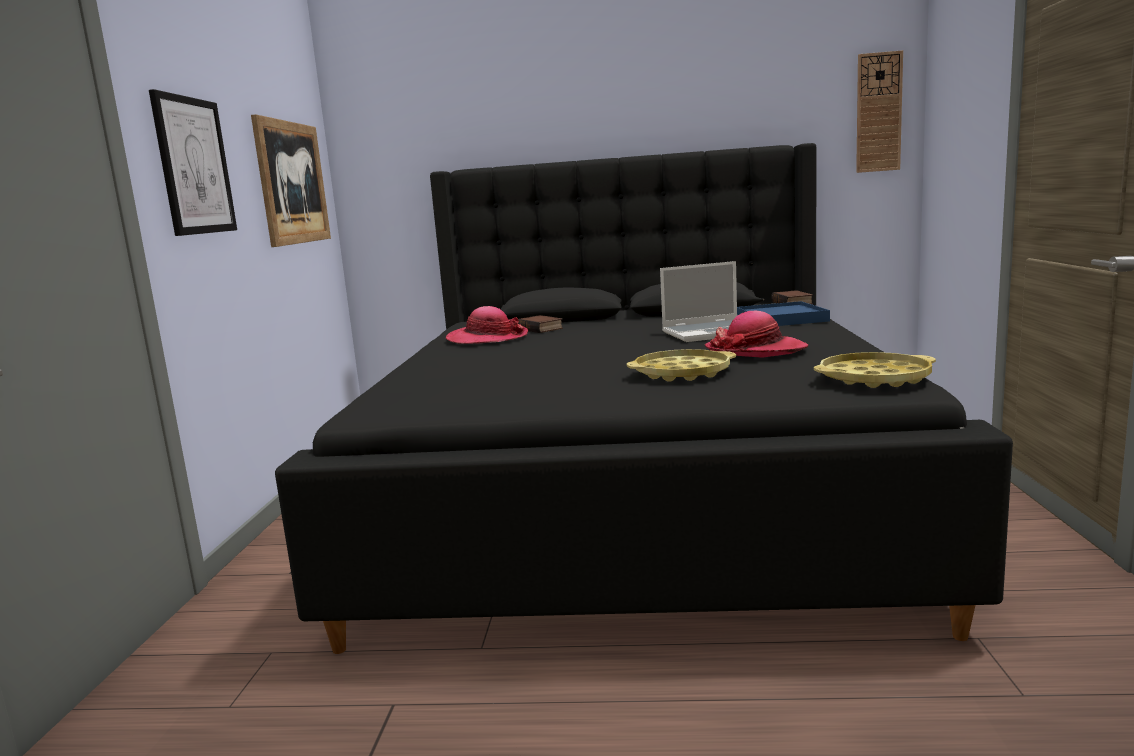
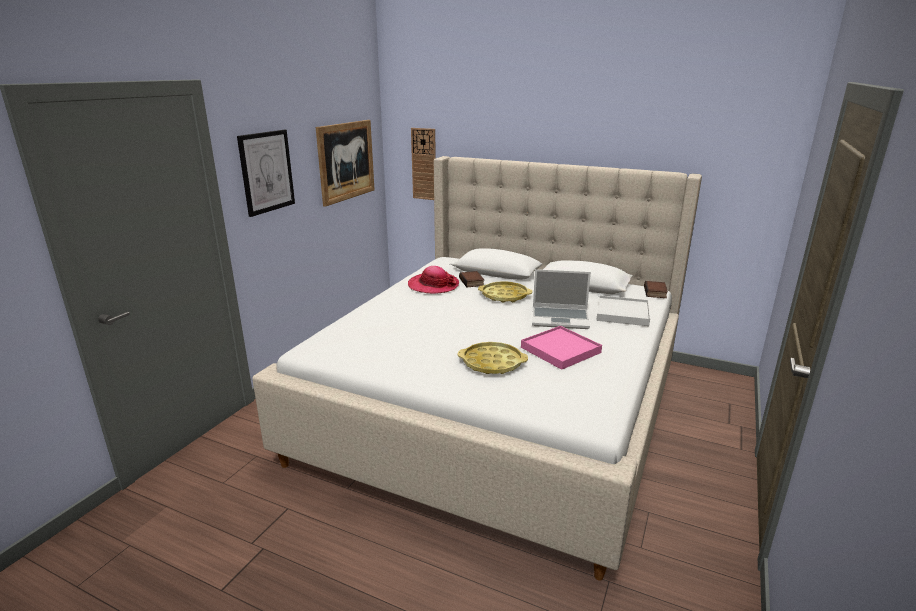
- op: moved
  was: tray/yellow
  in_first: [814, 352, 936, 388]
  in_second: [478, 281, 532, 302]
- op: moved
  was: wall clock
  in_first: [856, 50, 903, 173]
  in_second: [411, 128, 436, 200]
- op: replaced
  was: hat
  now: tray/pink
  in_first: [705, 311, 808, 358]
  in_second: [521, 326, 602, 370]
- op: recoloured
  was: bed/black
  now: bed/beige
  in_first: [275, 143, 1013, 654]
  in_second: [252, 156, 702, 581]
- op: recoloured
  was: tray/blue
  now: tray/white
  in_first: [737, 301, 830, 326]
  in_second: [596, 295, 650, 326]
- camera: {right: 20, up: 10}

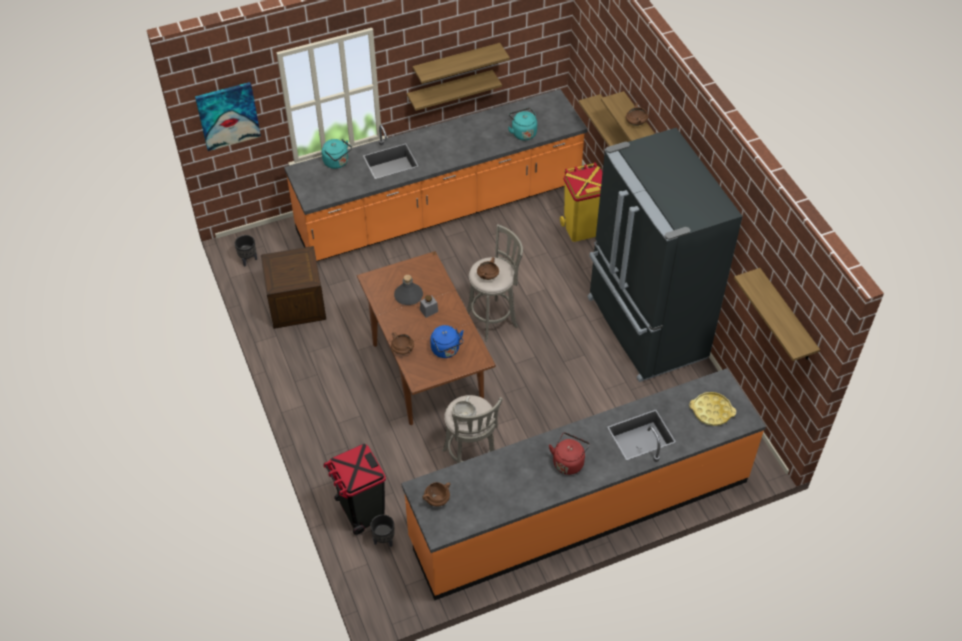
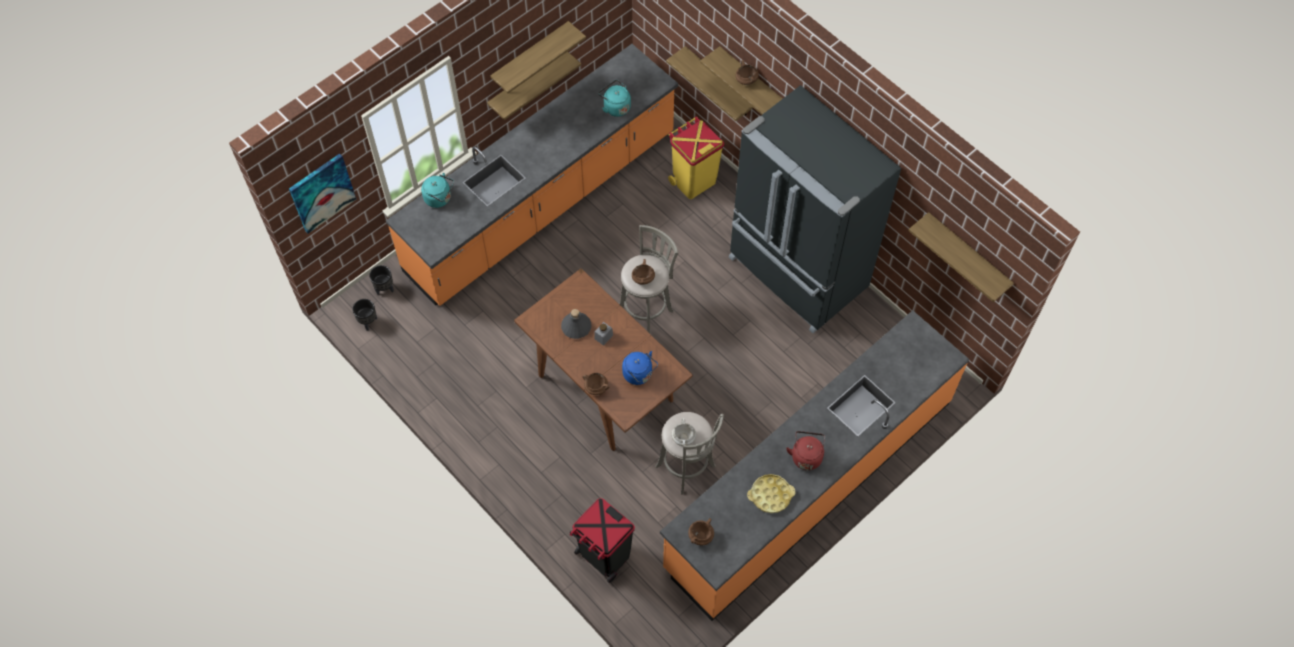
- op: removed
  was: crate
  in_first: [261, 246, 326, 329]
- op: moved
  was: planter/black
  in_first: [370, 515, 394, 547]
  in_second: [369, 265, 394, 295]
- op: moved
  was: tray/yellow
  in_first: [689, 392, 736, 426]
  in_second: [747, 474, 795, 513]
- camera: {right: -20, up: 10}

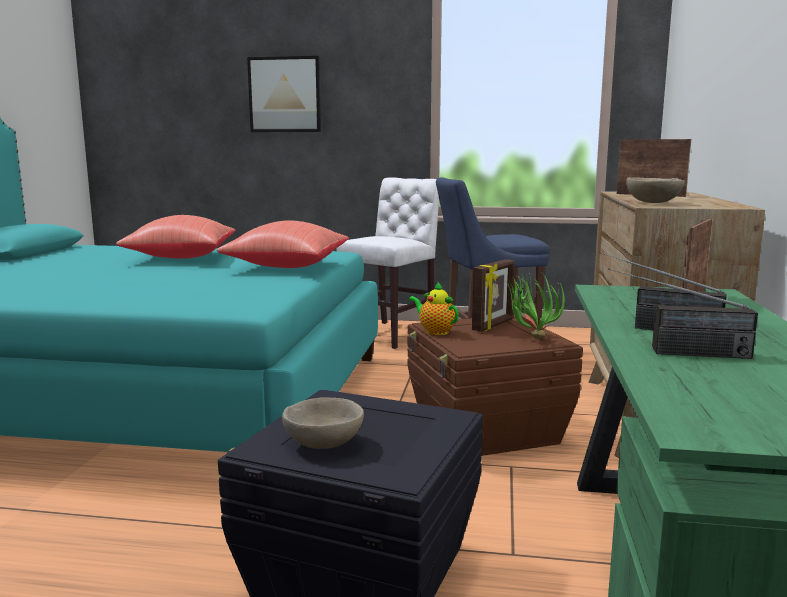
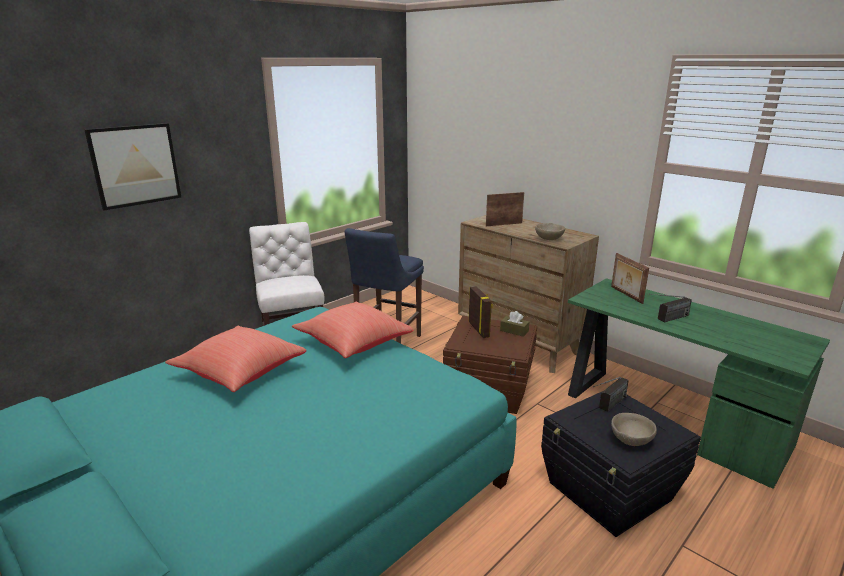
- op: removed
  was: teapot
  in_first: [409, 281, 459, 335]
- op: moved
  was: radio
  in_first: [608, 268, 758, 359]
  in_second: [593, 377, 629, 412]
- op: replaced
  was: potted plant
  now: tissue box/brown
  in_first: [507, 274, 565, 339]
  in_second: [500, 311, 529, 337]
- camera: {right: -55, up: 10}

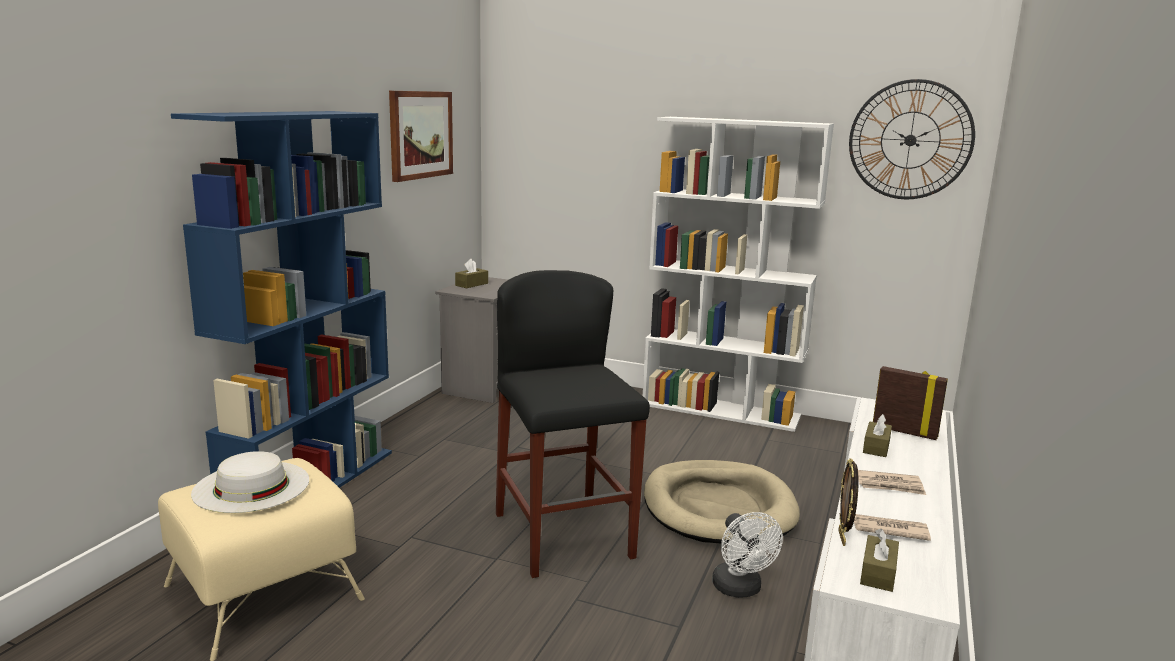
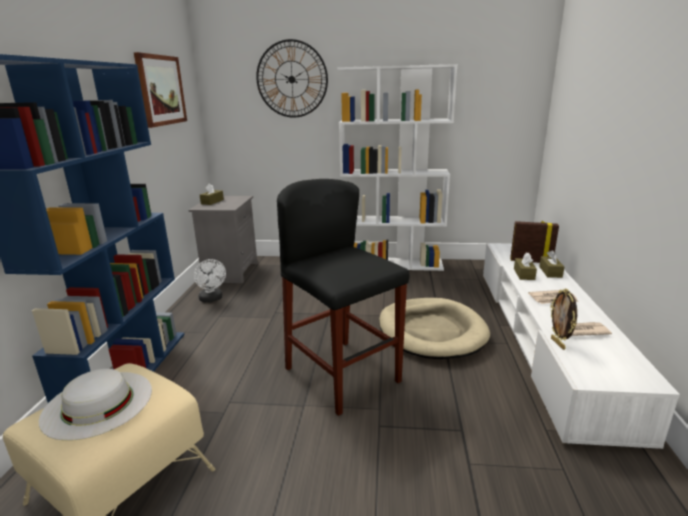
- op: moved
  was: fan/white
  in_first: [712, 512, 783, 598]
  in_second: [194, 259, 226, 303]
- op: moved
  was: wall clock
  in_first: [849, 79, 975, 199]
  in_second: [256, 39, 328, 118]
- op: moved
  was: tissue box/brown
  in_first: [860, 529, 899, 592]
  in_second: [539, 250, 564, 278]
- camera: {right: -15, up: 5}

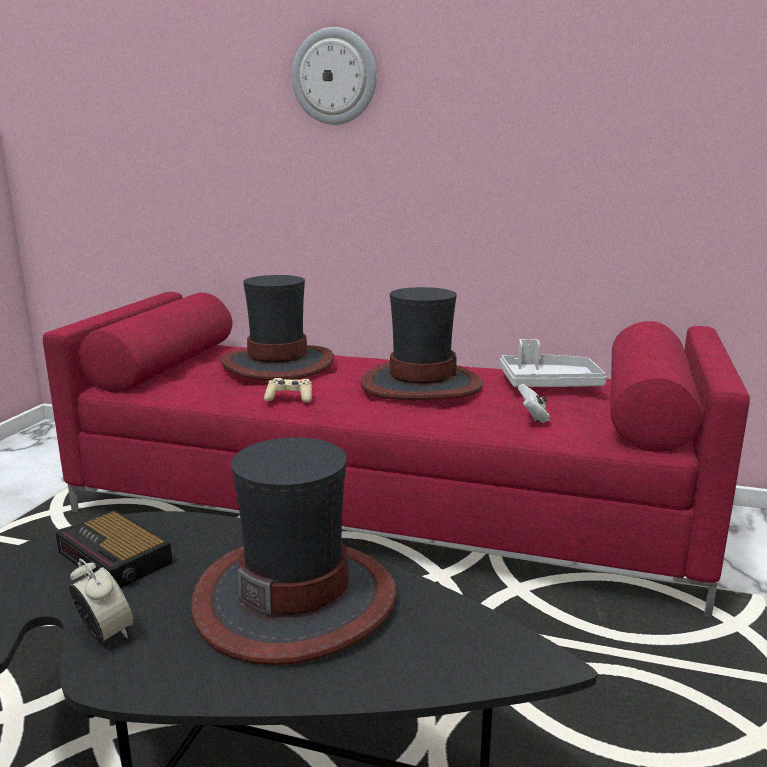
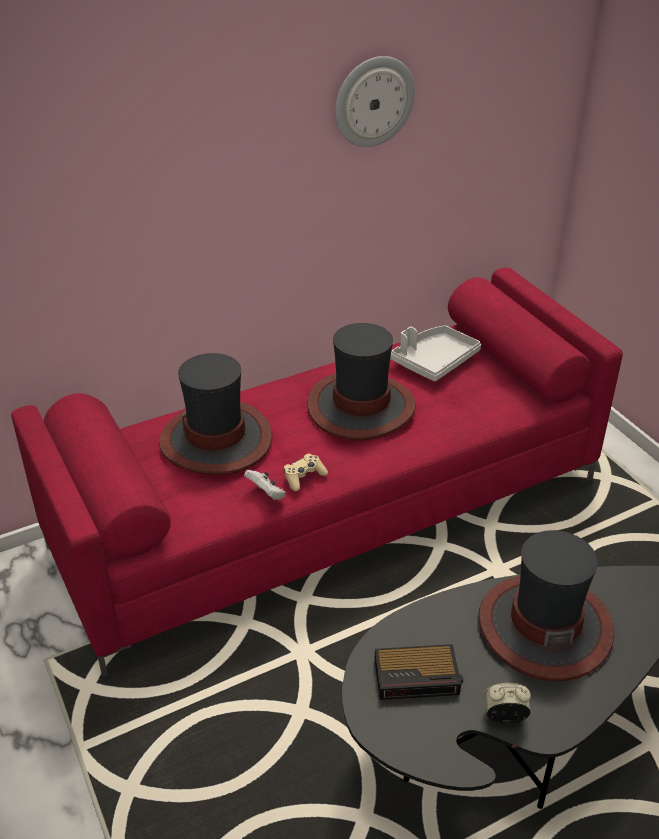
- op: moved
  was: wall clock
  in_first: [292, 27, 377, 125]
  in_second: [335, 56, 415, 147]
- op: moved
  was: game controller/white
  in_first: [518, 384, 550, 423]
  in_second: [244, 470, 286, 500]
- camera: {right: -45, up: 20}

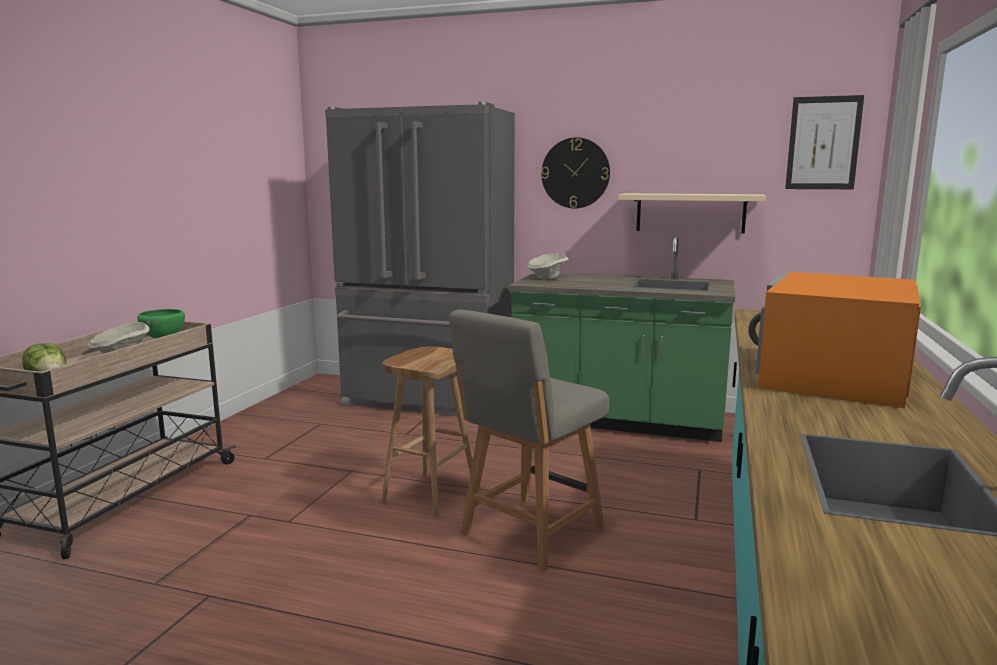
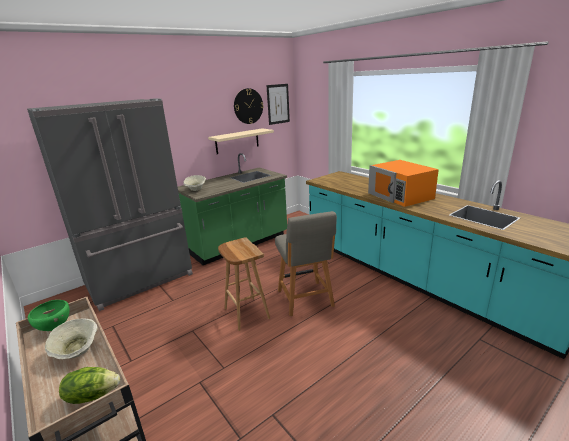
- op: moved
  was: wall clock
  in_first: [541, 137, 610, 208]
  in_second: [234, 88, 264, 124]
- camera: {right: -55, up: 10}

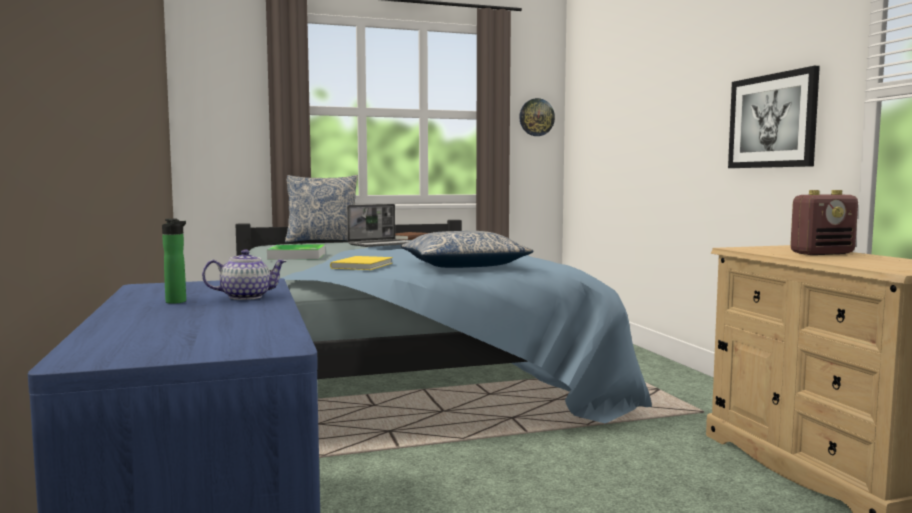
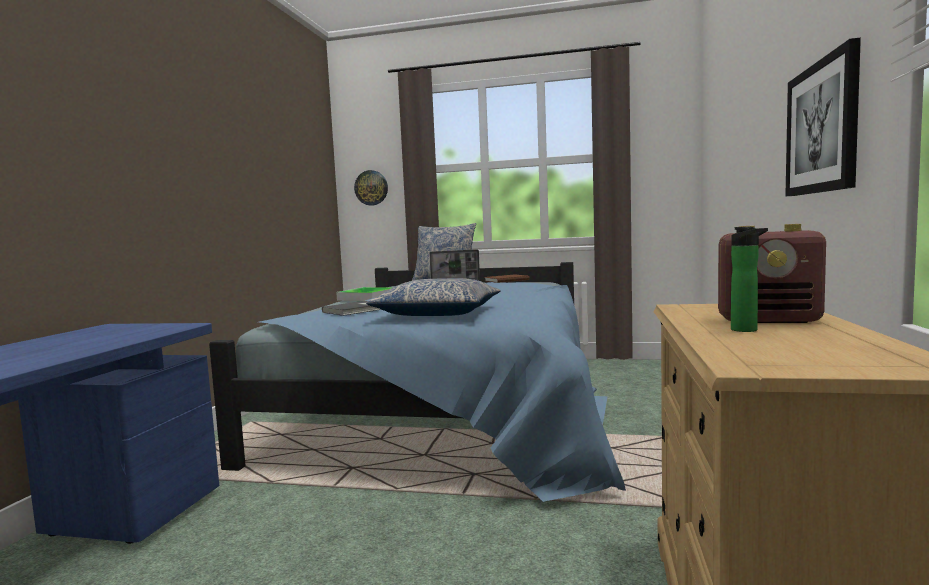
- op: removed
  was: teapot
  in_first: [202, 249, 287, 300]
- op: moved
  was: bottle
  in_first: [162, 218, 186, 304]
  in_second: [731, 227, 768, 332]
- op: moved
  was: wall clock
  in_first: [519, 98, 555, 136]
  in_second: [354, 170, 388, 206]
- op: recoloured
  was: book/yellow
  now: book/grey
  in_first: [330, 256, 393, 270]
  in_second: [322, 301, 382, 316]
- camera: {right: 30, up: 0}

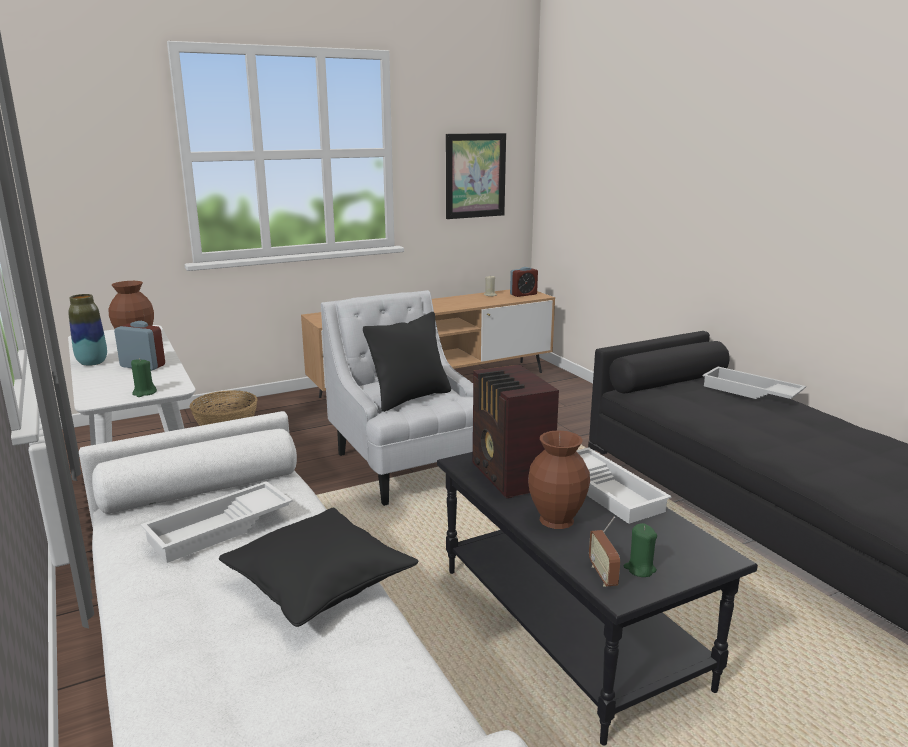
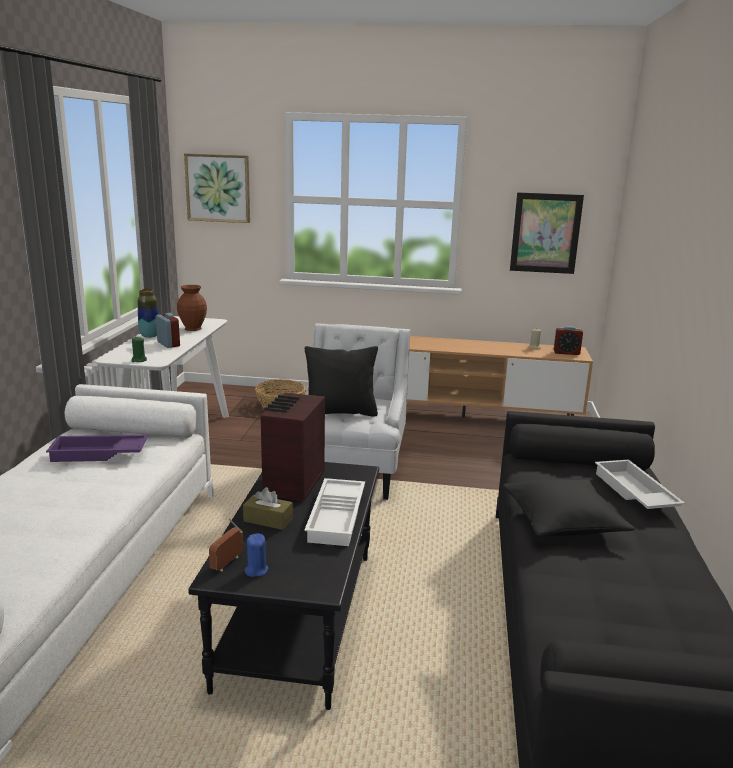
- op: added
  now: picture
  in_second: [184, 154, 250, 223]
- op: moved
  was: pillow/black
  in_first: [219, 508, 419, 627]
  in_second: [503, 479, 635, 536]
- op: replaced
  was: vase/brown
  now: tissue box/brown
  in_first: [528, 430, 590, 529]
  in_second: [243, 487, 293, 530]
- op: recoloured
  was: tray/white
  now: tray/purple
  in_first: [141, 481, 293, 563]
  in_second: [46, 435, 148, 462]
- op: recoloured
  was: candle/green
  now: candle/blue
  in_first: [624, 523, 657, 577]
  in_second: [245, 533, 268, 577]
- camera: {right: 35, up: 0}

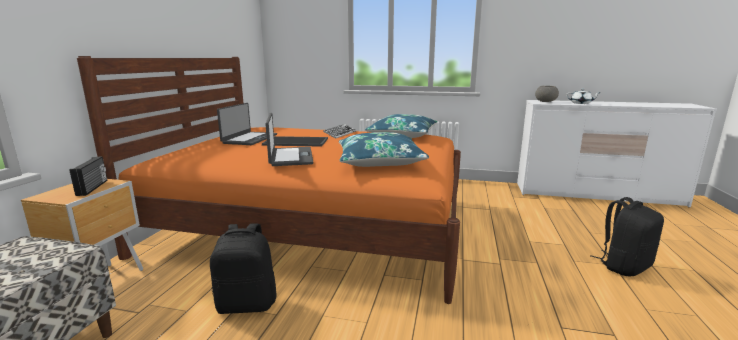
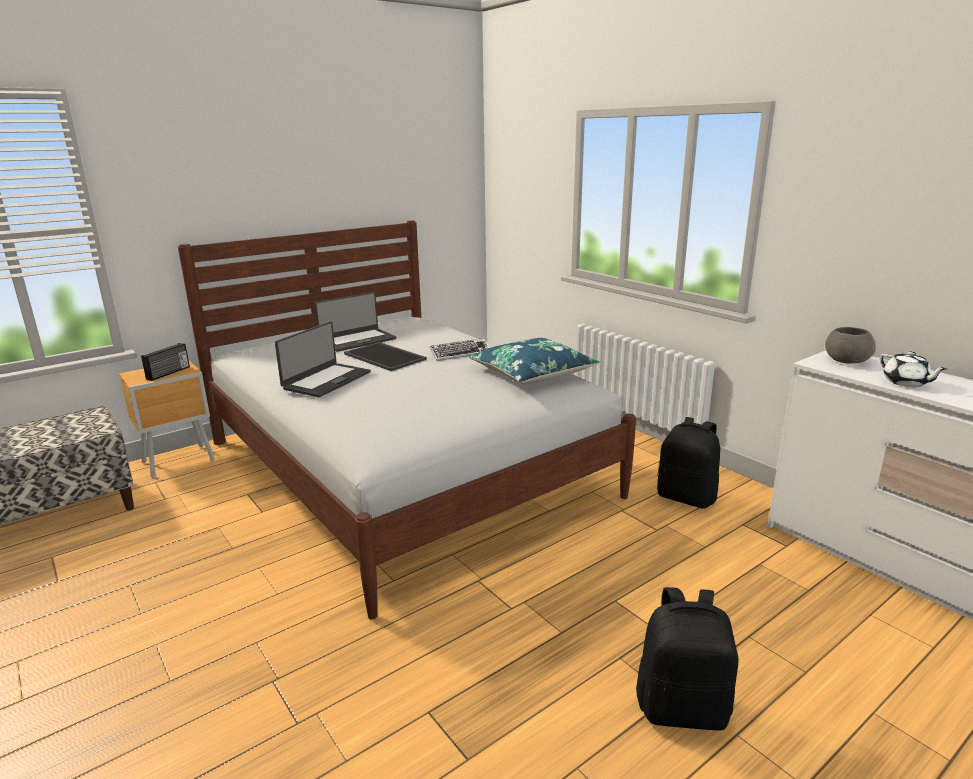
- op: removed
  was: pillow/blue
  in_first: [339, 132, 429, 167]
- op: moved
  was: backpack/black
  in_first: [210, 224, 277, 314]
  in_second: [657, 417, 720, 509]
- op: recoloured
  was: bed/orange
  now: bed/white
  in_first: [77, 56, 461, 304]
  in_second: [178, 220, 636, 619]
- camera: {right: 40, up: 5}

